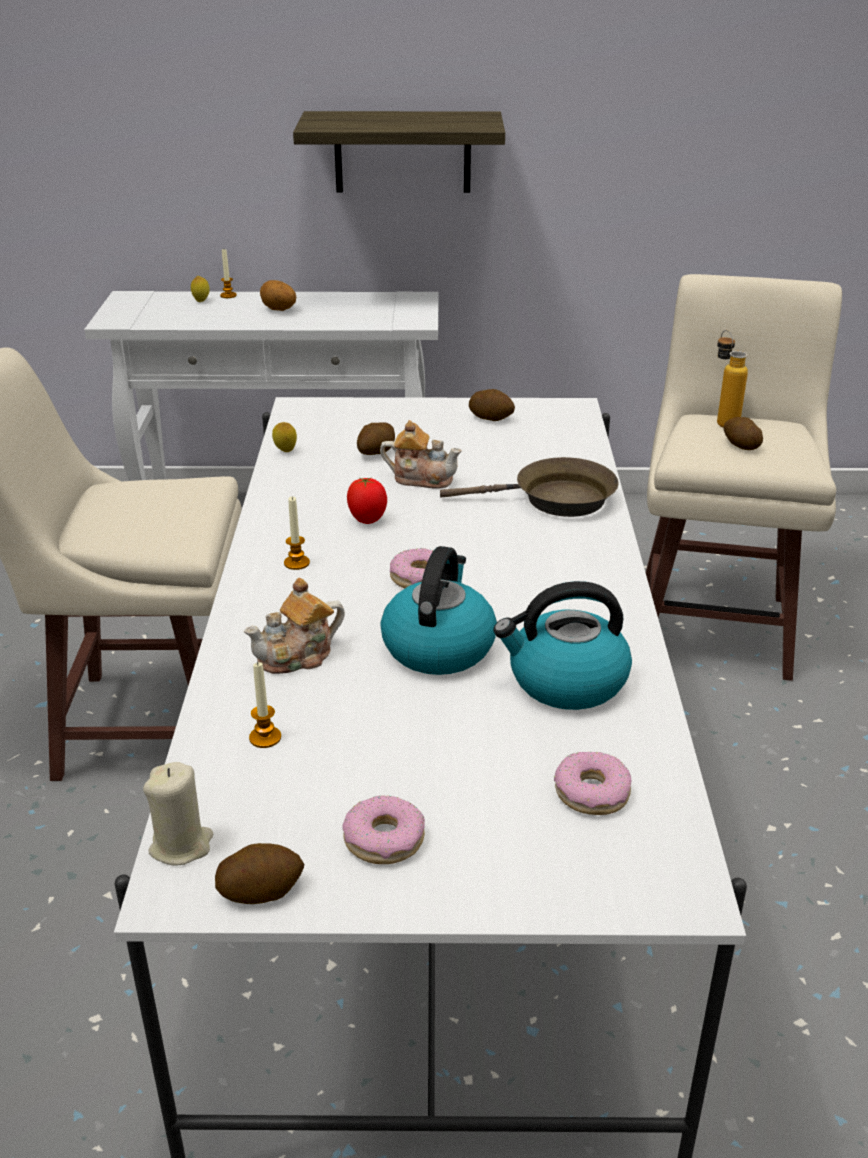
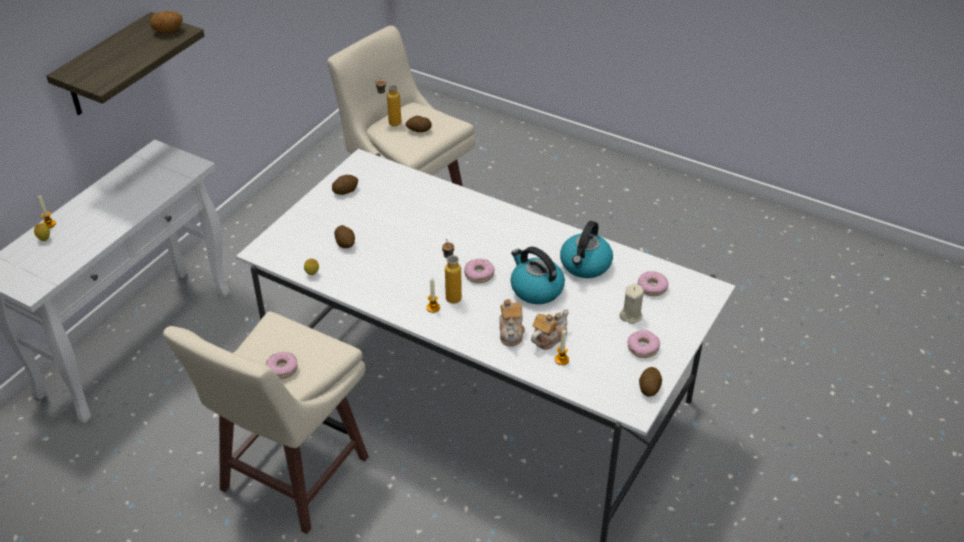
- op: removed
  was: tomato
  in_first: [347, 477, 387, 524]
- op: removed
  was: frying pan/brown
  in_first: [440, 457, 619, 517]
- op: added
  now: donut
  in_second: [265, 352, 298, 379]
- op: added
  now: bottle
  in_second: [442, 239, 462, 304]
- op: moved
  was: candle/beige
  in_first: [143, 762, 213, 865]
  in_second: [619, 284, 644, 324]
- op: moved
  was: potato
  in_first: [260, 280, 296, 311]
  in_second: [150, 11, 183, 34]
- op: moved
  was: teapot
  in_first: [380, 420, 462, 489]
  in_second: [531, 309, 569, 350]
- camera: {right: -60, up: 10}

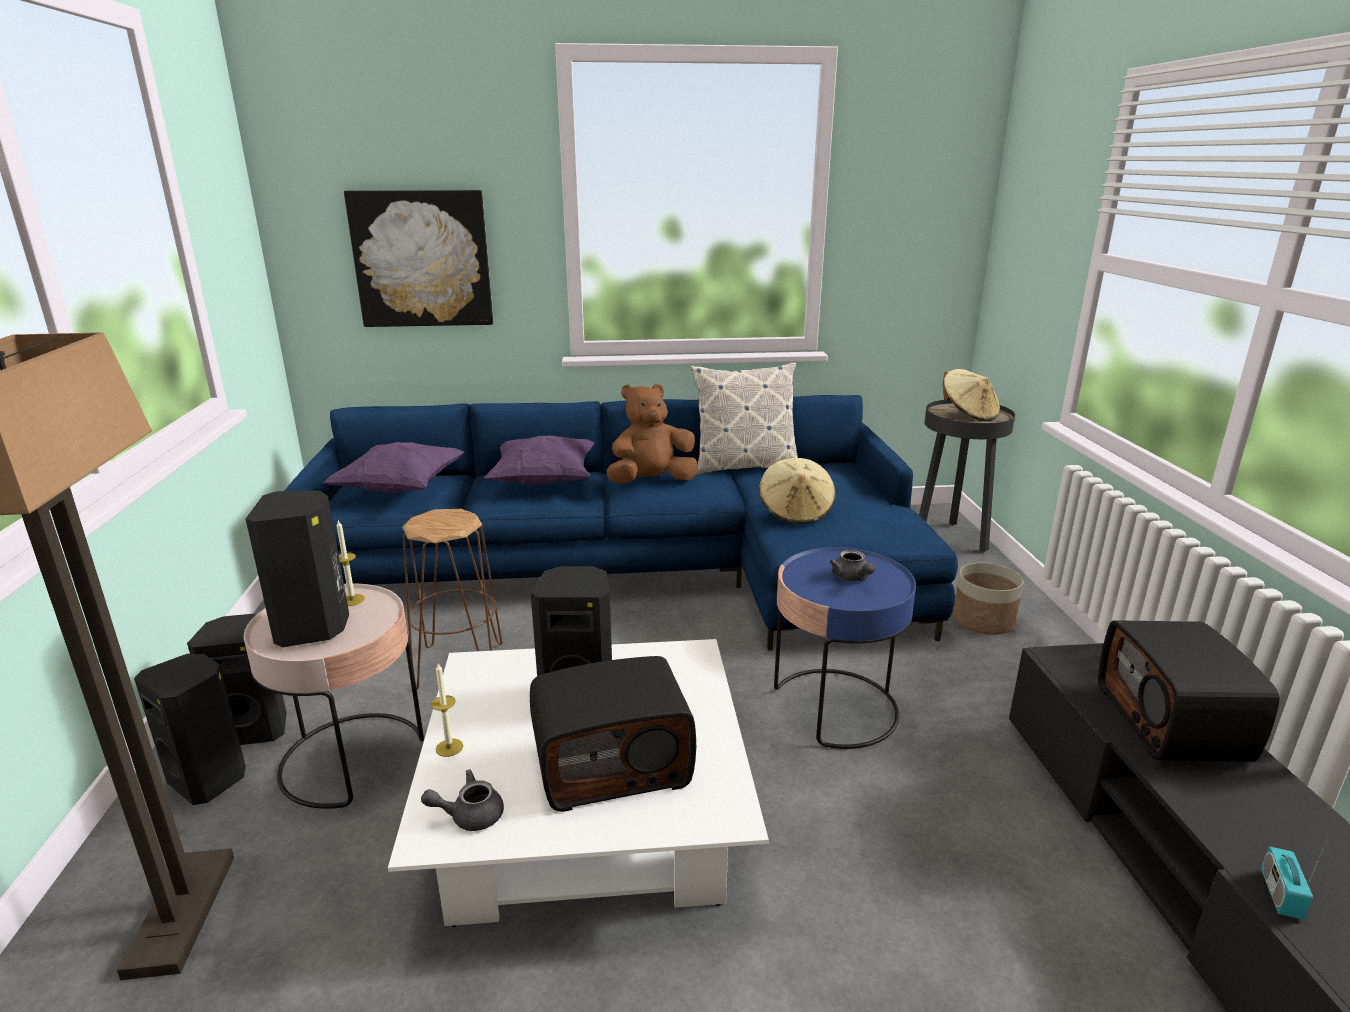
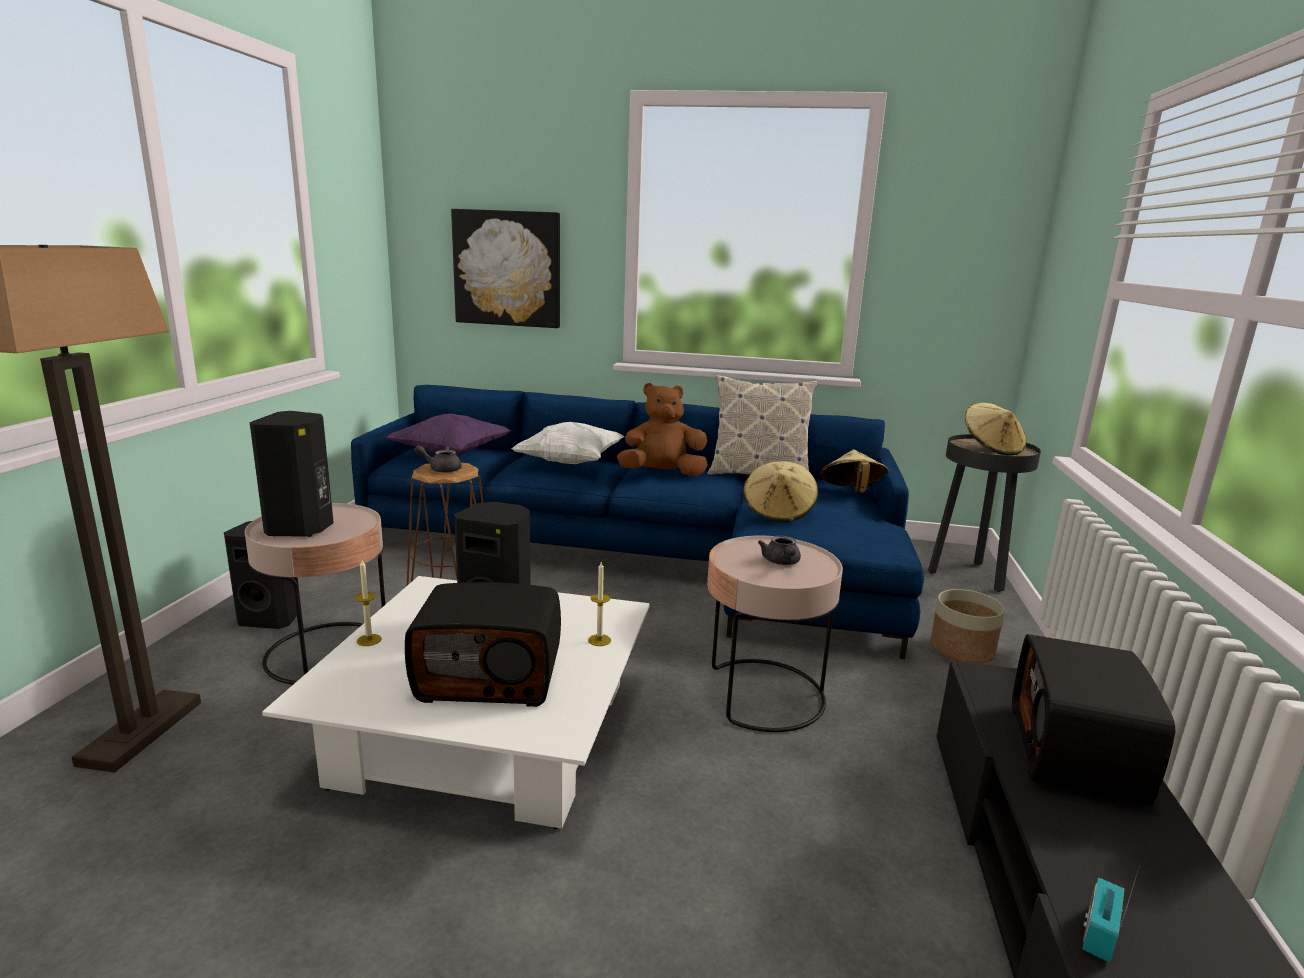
- op: removed
  was: speaker/black
  in_first: [134, 654, 246, 805]
- op: added
  now: hat/beige
  in_second: [820, 450, 889, 493]
- op: moved
  was: candle
  in_first: [336, 520, 365, 606]
  in_second: [588, 562, 611, 646]
- op: moved
  was: teapot/grey
  in_first: [421, 769, 504, 831]
  in_second: [414, 445, 462, 473]
- op: recoloured
  was: pillow/purple
  now: pillow/white
  in_first: [484, 435, 595, 485]
  in_second: [512, 422, 624, 464]
- op: recoloured
  was: side table/blue
  now: side table/pink
  in_first: [774, 547, 916, 749]
  in_second: [707, 535, 843, 732]
- camera: {right: 15, up: -5}

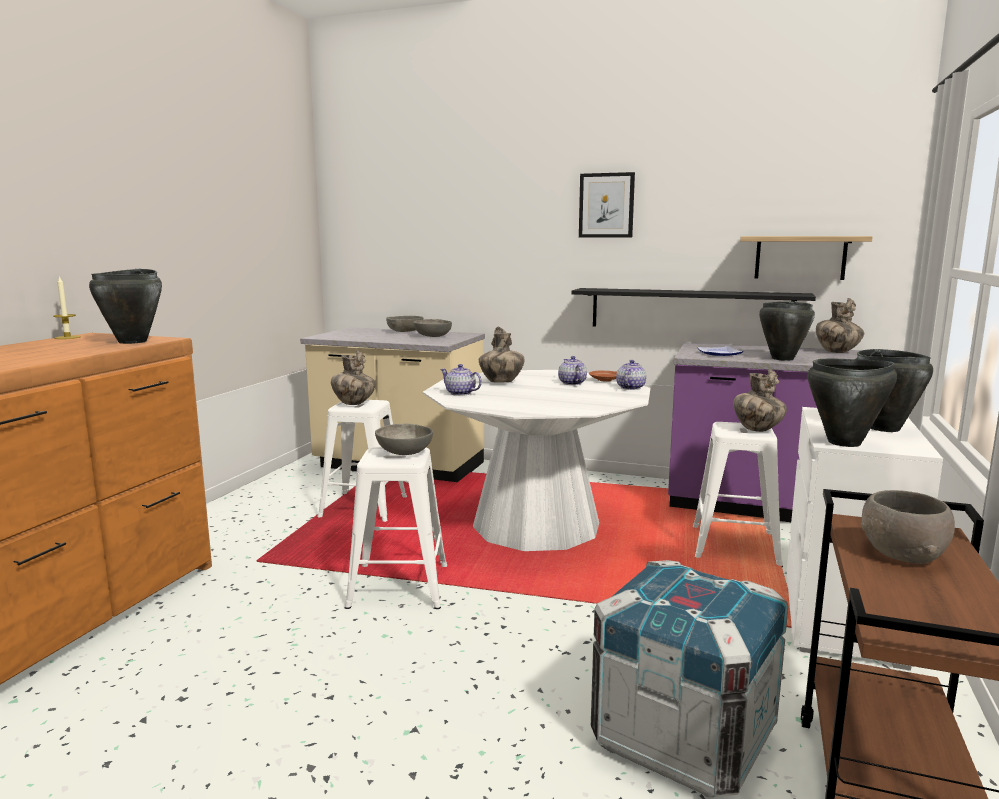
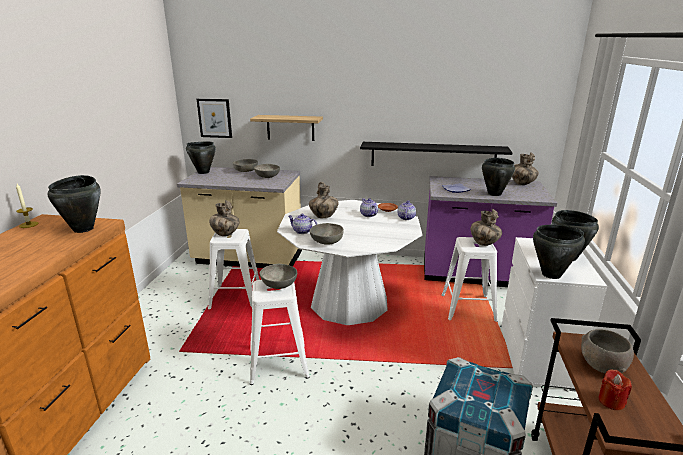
- op: added
  now: cooking pot/black
  in_second: [186, 142, 216, 174]
- op: added
  now: bowl/grey
  in_second: [310, 223, 344, 245]
- op: added
  now: candle/red
  in_second: [598, 369, 632, 410]
- op: moved
  was: picture
  in_first: [579, 172, 635, 238]
  in_second: [197, 99, 232, 138]
- op: moved
  was: shelf
  in_first: [740, 236, 873, 280]
  in_second: [250, 115, 323, 141]
- camera: {right: -10, up: 10}

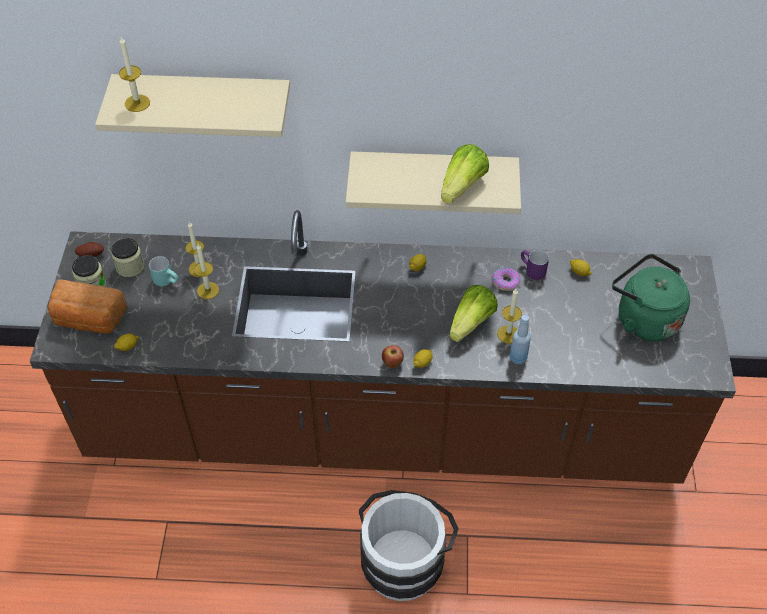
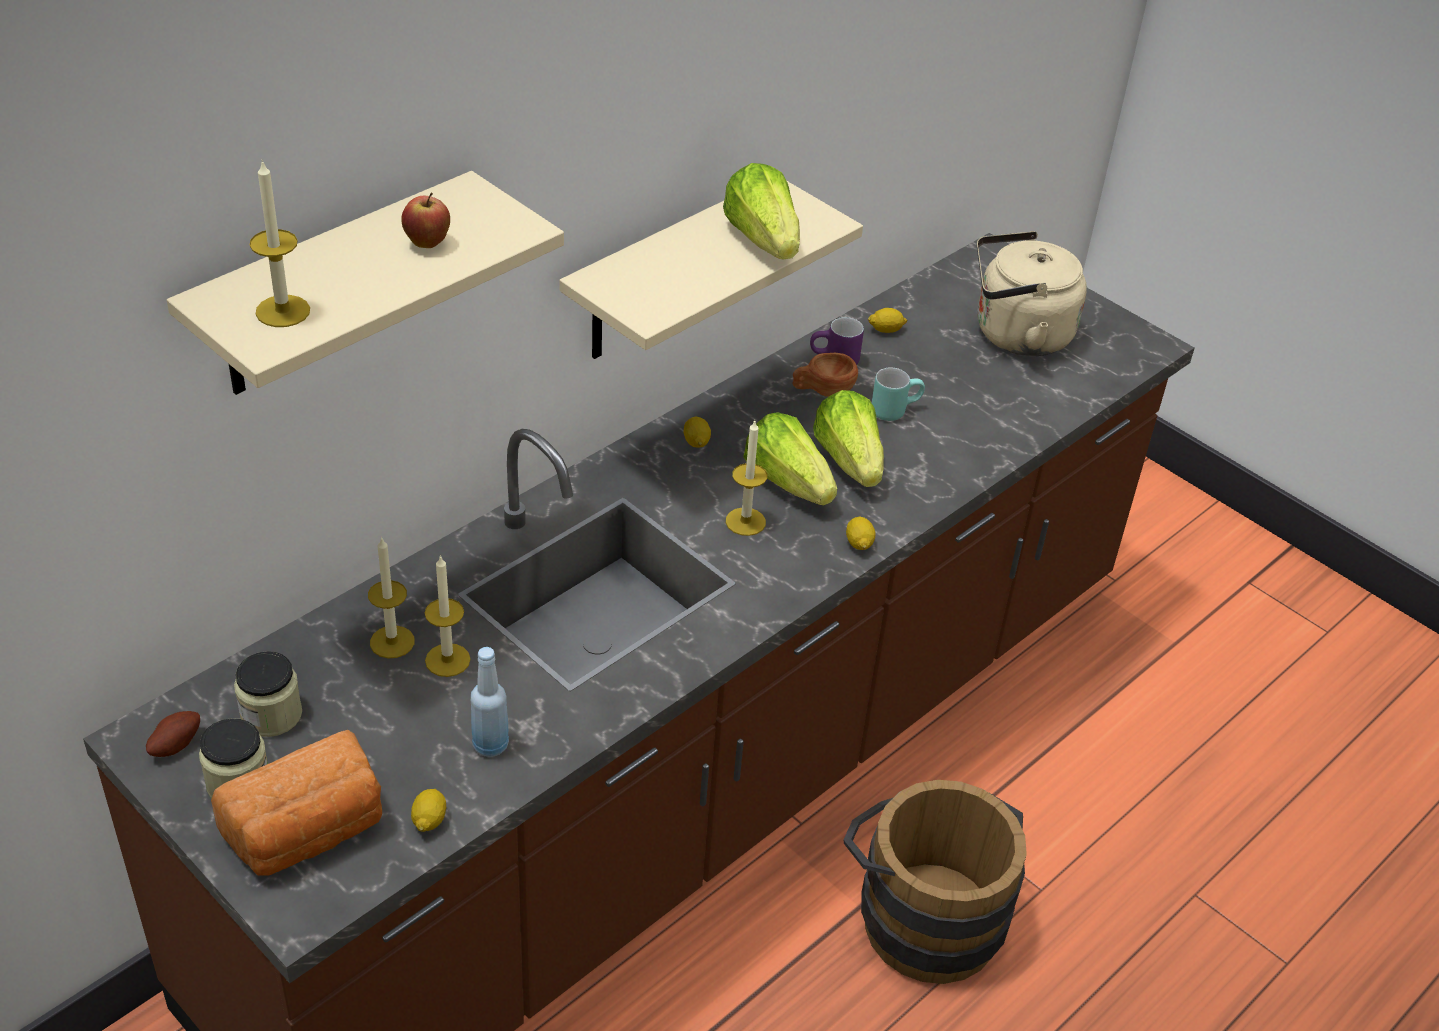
- op: added
  now: lettuce
  in_second: [743, 412, 837, 505]
- op: moved
  was: mug/turquoise
  in_first: [149, 256, 179, 286]
  in_second: [872, 367, 925, 421]
- op: moved
  was: apple
  in_first: [382, 345, 404, 368]
  in_second: [401, 193, 450, 248]
- op: moved
  was: candle
  in_first: [497, 289, 522, 344]
  in_second: [726, 421, 767, 536]
- op: moved
  was: bottle/blue
  in_first: [509, 315, 531, 364]
  in_second: [471, 647, 509, 757]
- op: replaced
  was: donut
  now: cup/brown
  in_first: [492, 268, 520, 291]
  in_second: [792, 353, 858, 397]
- op: recoloured
  was: bucket/white
  now: bucket/brown
  in_first: [359, 490, 459, 601]
  in_second: [844, 780, 1027, 984]
- op: recoloured
  was: kettle/green
  now: kettle/beige
  in_first: [612, 254, 690, 342]
  in_second: [977, 231, 1087, 356]
- camera: {right: -50, up: -10}

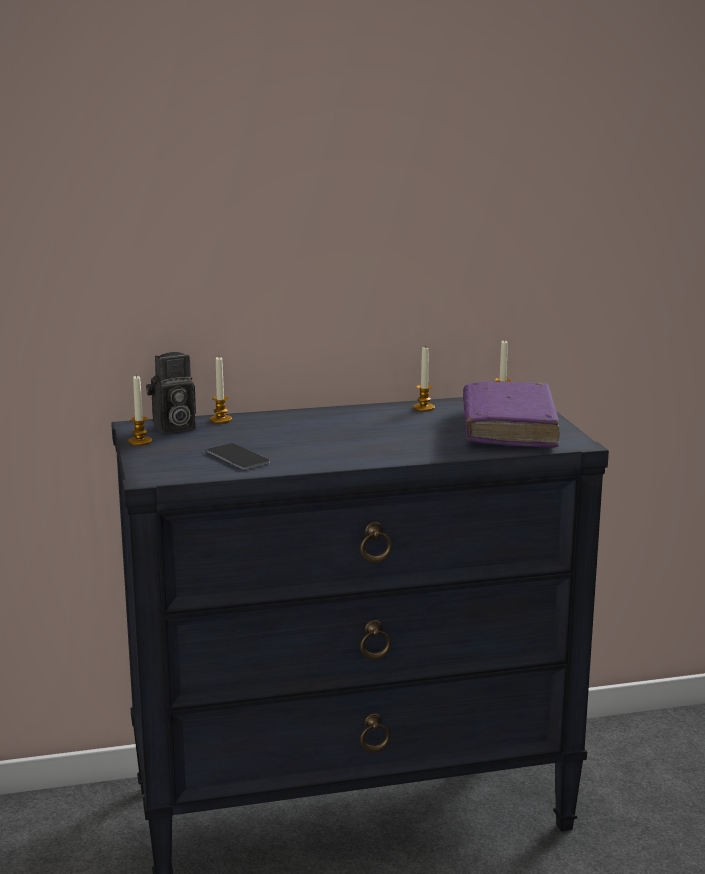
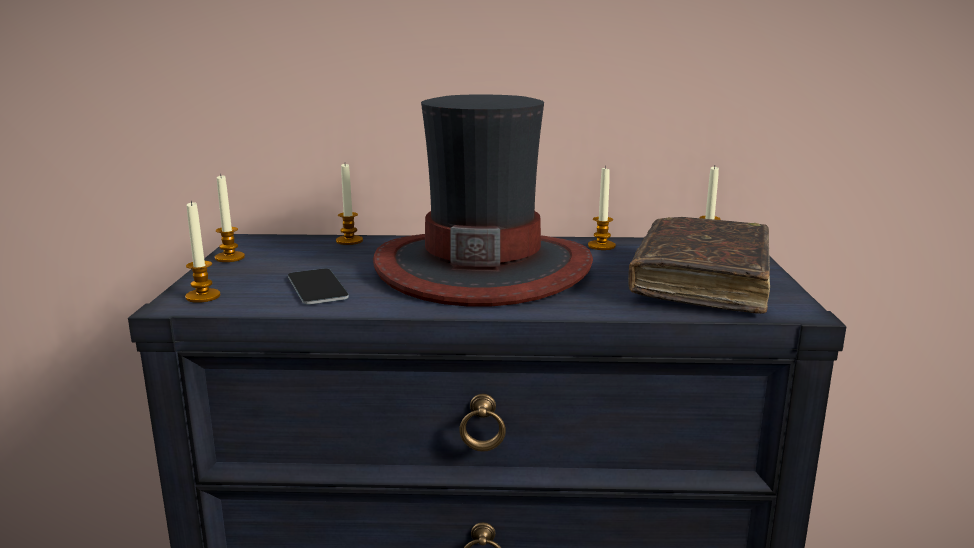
- op: removed
  was: photo camera
  in_first: [146, 352, 196, 434]
- op: added
  now: candle
  in_second: [185, 200, 221, 303]
- op: added
  now: hat
  in_second: [373, 95, 593, 307]
- op: recoloured
  was: book/purple
  now: book/brown
  in_first: [463, 381, 560, 447]
  in_second: [628, 217, 770, 314]
- camera: {right: 15, up: 0}

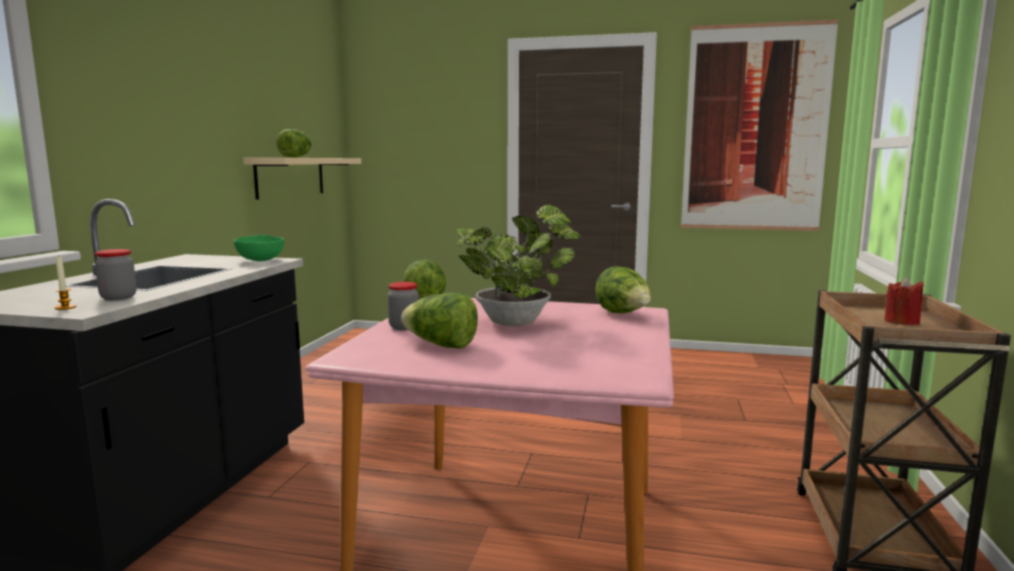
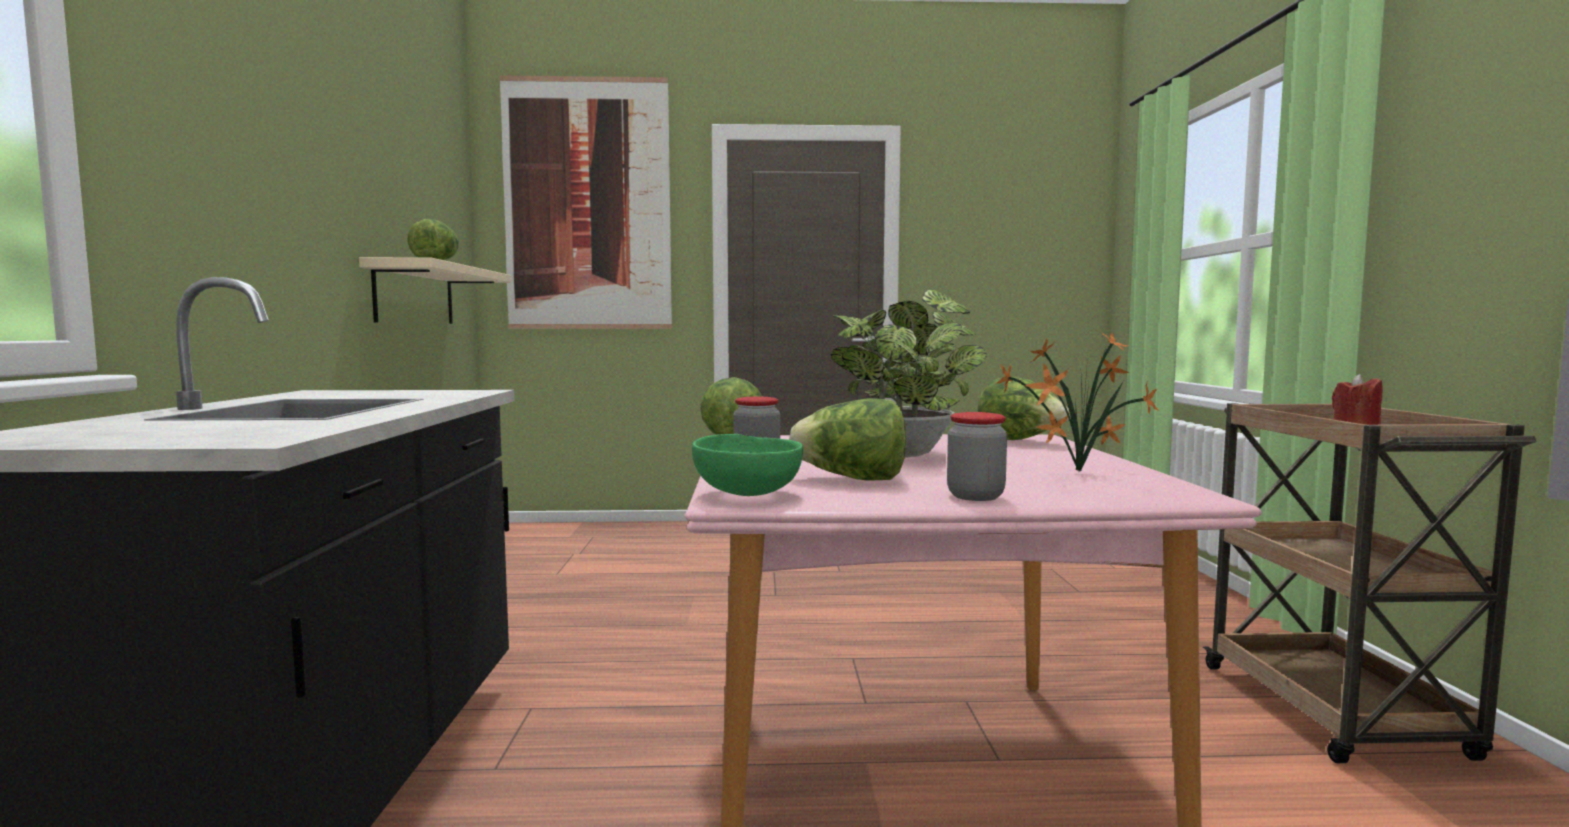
- op: removed
  was: candle
  in_first: [55, 255, 76, 310]
- op: added
  now: potted plant
  in_second: [996, 330, 1160, 471]
- op: moved
  was: jar
  in_first: [95, 249, 137, 300]
  in_second: [947, 412, 1007, 501]
- op: moved
  was: bowl/green
  in_first: [234, 235, 284, 261]
  in_second: [692, 434, 803, 496]
- op: moved
  was: picture
  in_first: [681, 19, 839, 231]
  in_second: [499, 75, 672, 329]
- camera: {right: -15, up: -5}

